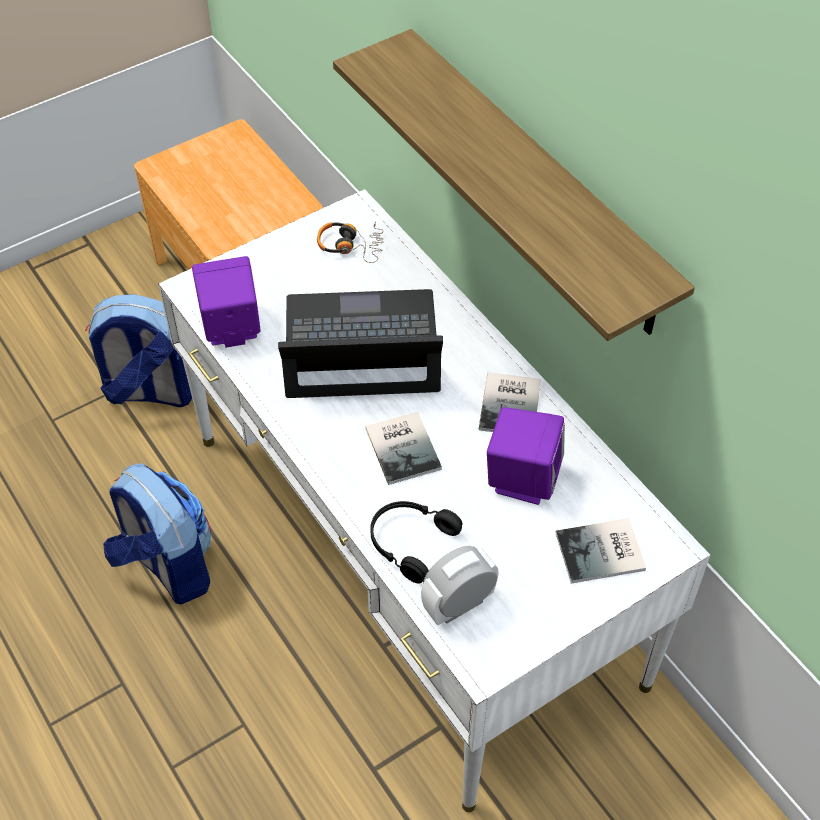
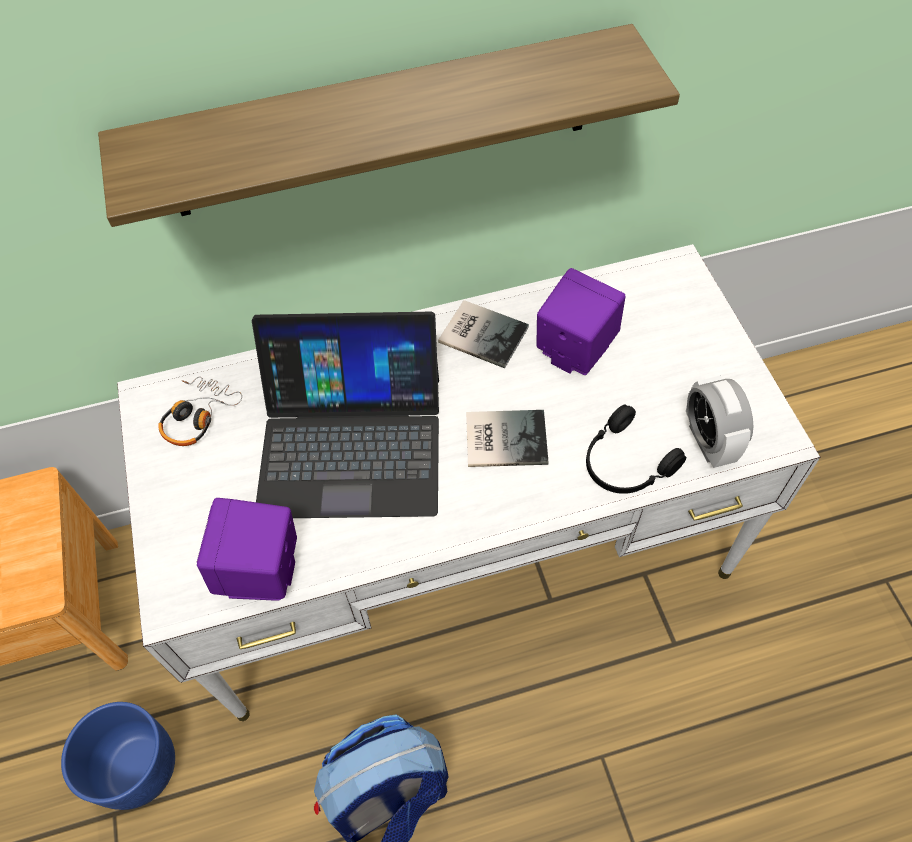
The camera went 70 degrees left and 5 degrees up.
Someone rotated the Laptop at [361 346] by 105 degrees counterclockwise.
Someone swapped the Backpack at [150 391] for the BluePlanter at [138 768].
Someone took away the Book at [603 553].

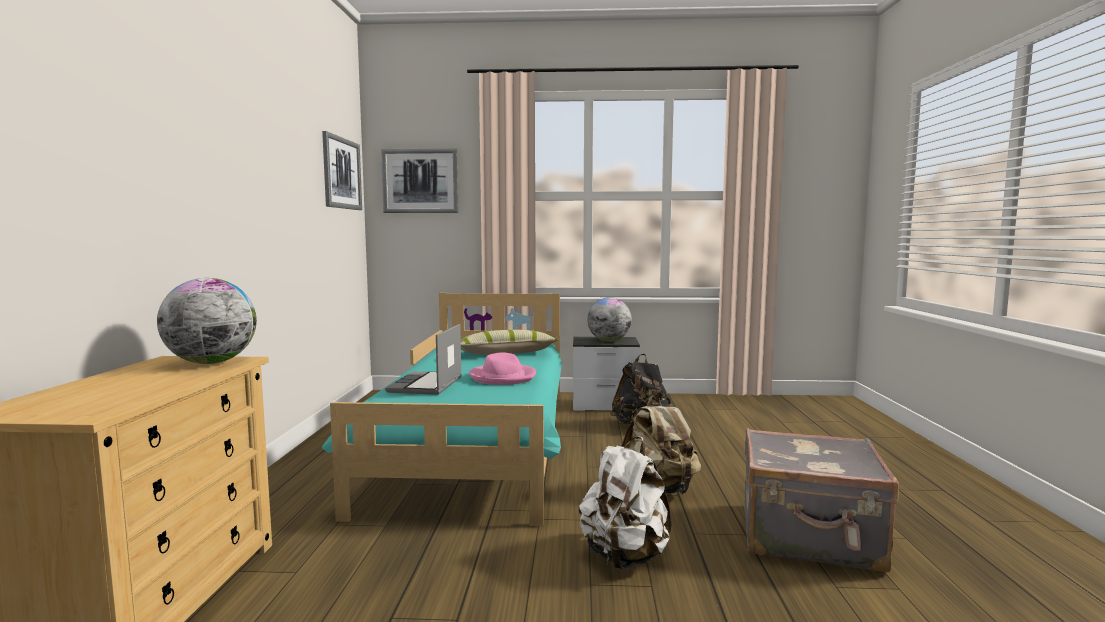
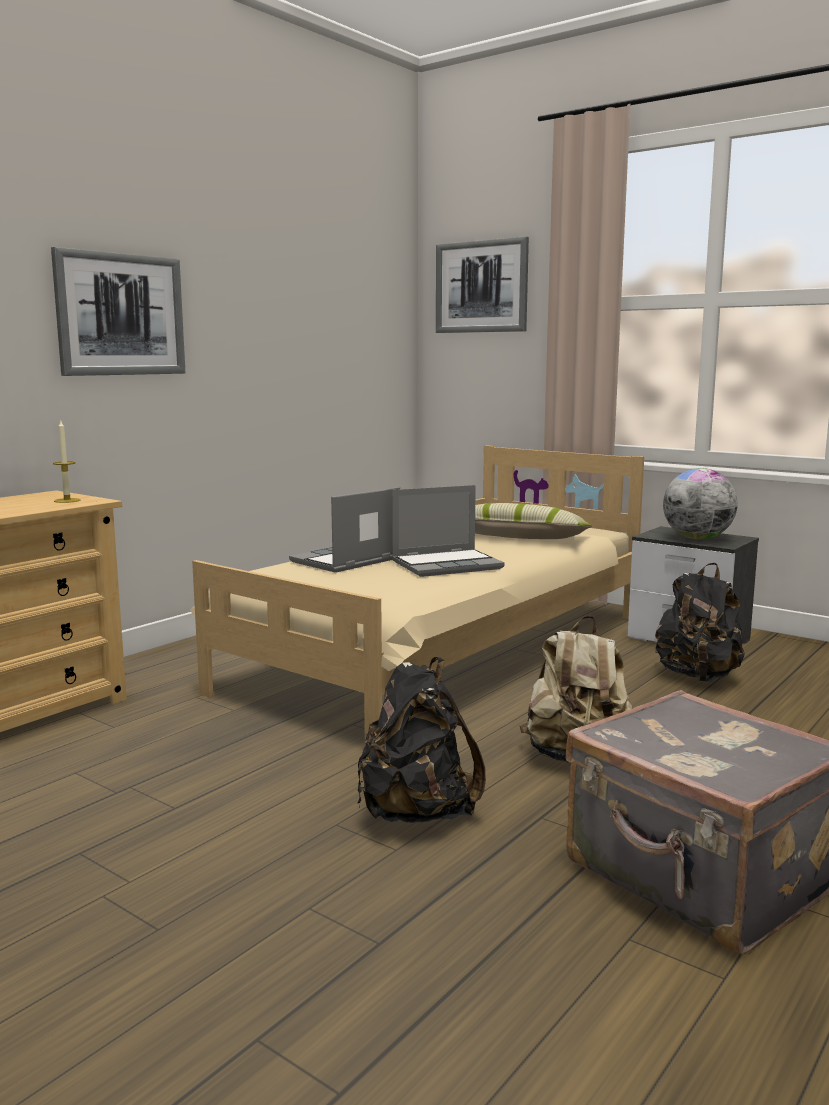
The camera went 35 degrees right and 5 degrees up.
Someone carried the Picture from [341 173] to [121 315].
Someone swapped the Globe at [211 362] for the Candle at [67 500].
Someone repainted the TurquoiseBed at [479 444], which became the BeigeBed at [445 653].
Someone swapped the PinkHat at [503 377] for the Laptop at [447 565].
Someone repainted the WhiteBackpack at [625 556], which became the BlackBackpack at [416 812].

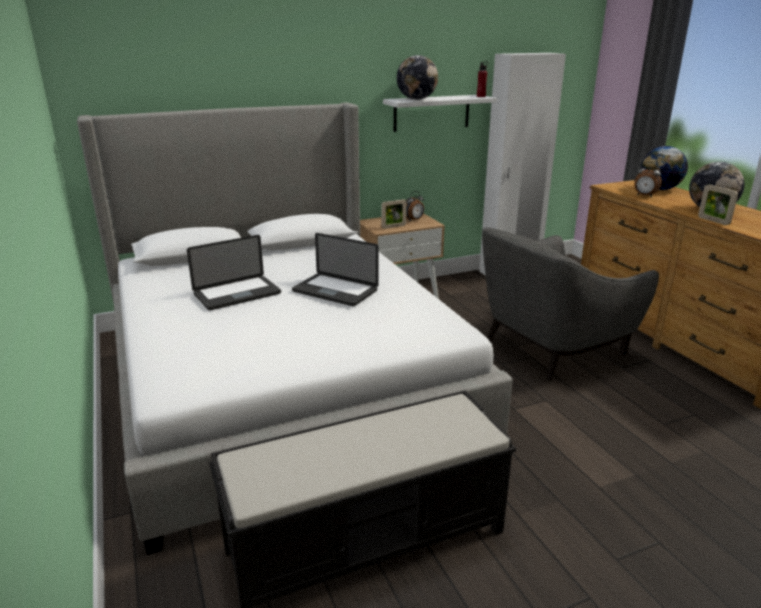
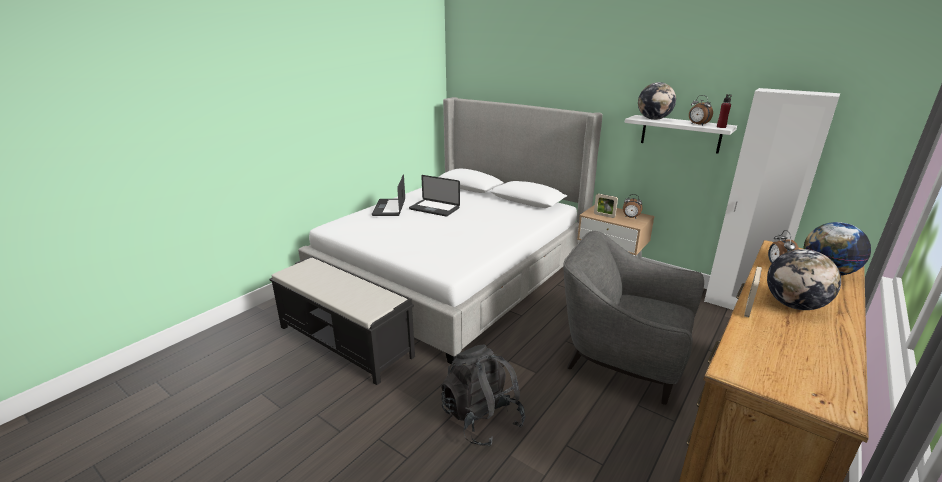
The camera went 60 degrees right and 0 degrees up.
Someone carried the Laptop from [335 291] to [389 208].
Someone put down the AlarmClock at [697 124].
Someone put down the BlackBackpack at [481 418].

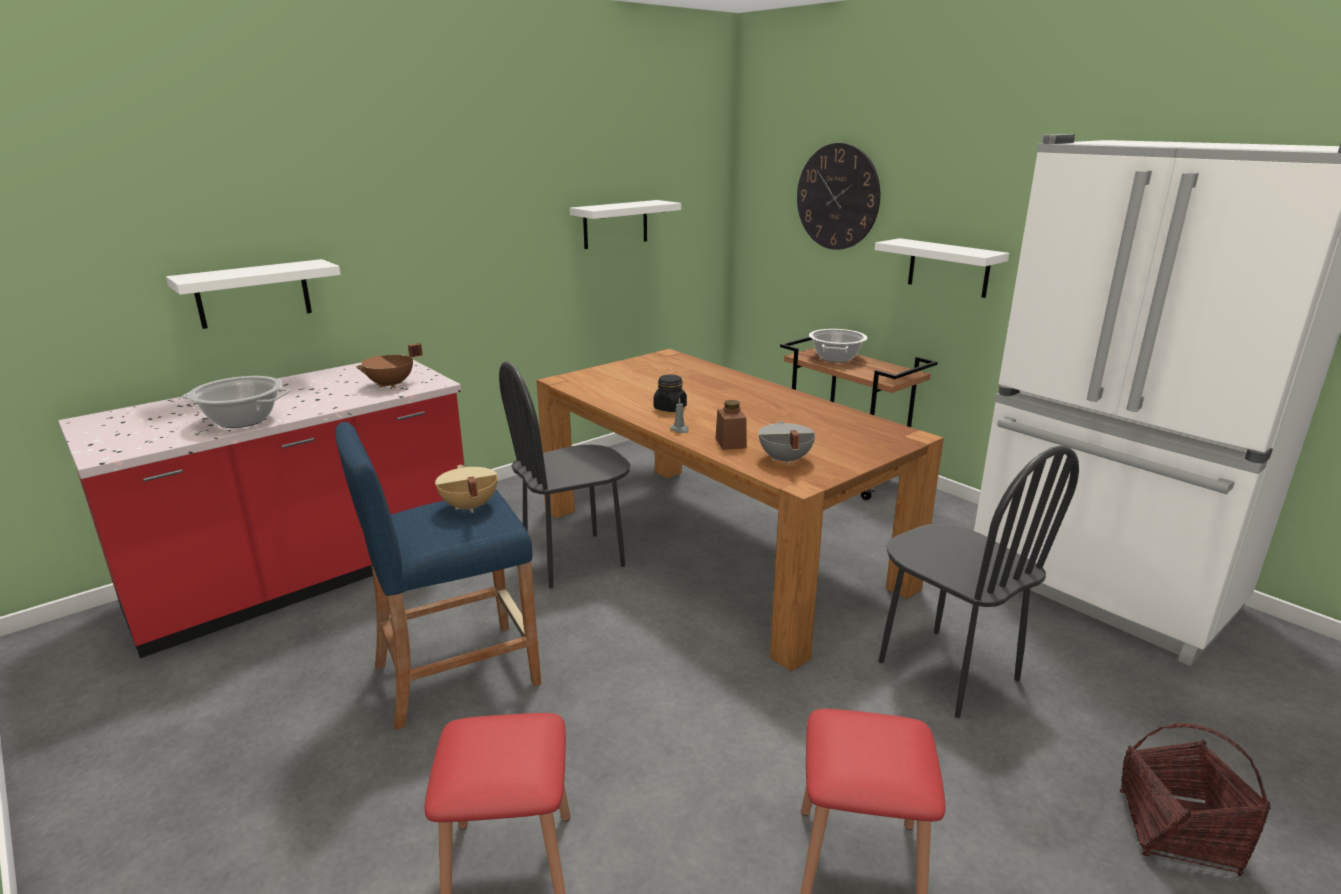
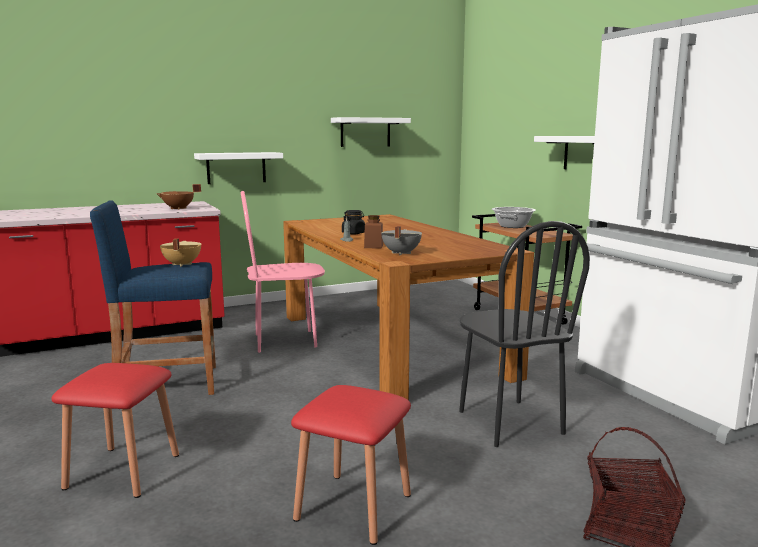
The camera went 15 degrees right and 10 degrees down.
Someone took away the WallClock at [837 197].
Someone carried the WhiteShelf from [253 294] to [236 168].
Someone repainted the BlackChair at [573 559], which became the PinkChair at [285 341].
Someone took away the CookingPot at [242 420].

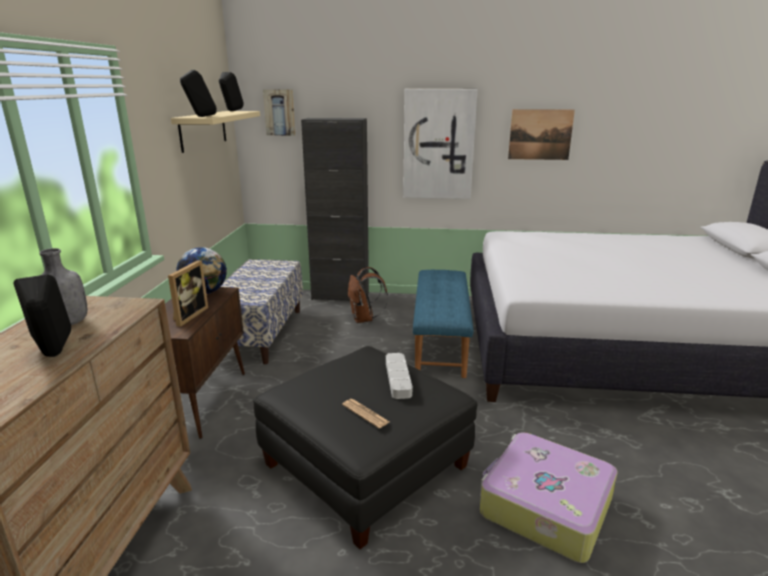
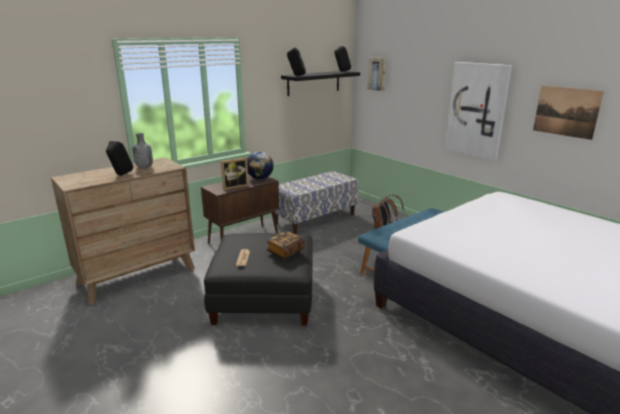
The camera went 45 degrees right and 0 degrees up.
Someone repainted the BeigeShelf at [203 130], which became the BlackShelf at [313 83].
Someone took away the BlackCabinet at [340 296].
Someone swapped the GreyTray at [398 378] for the Book at [285 252].
Someone took away the Suitcase at [544 506].

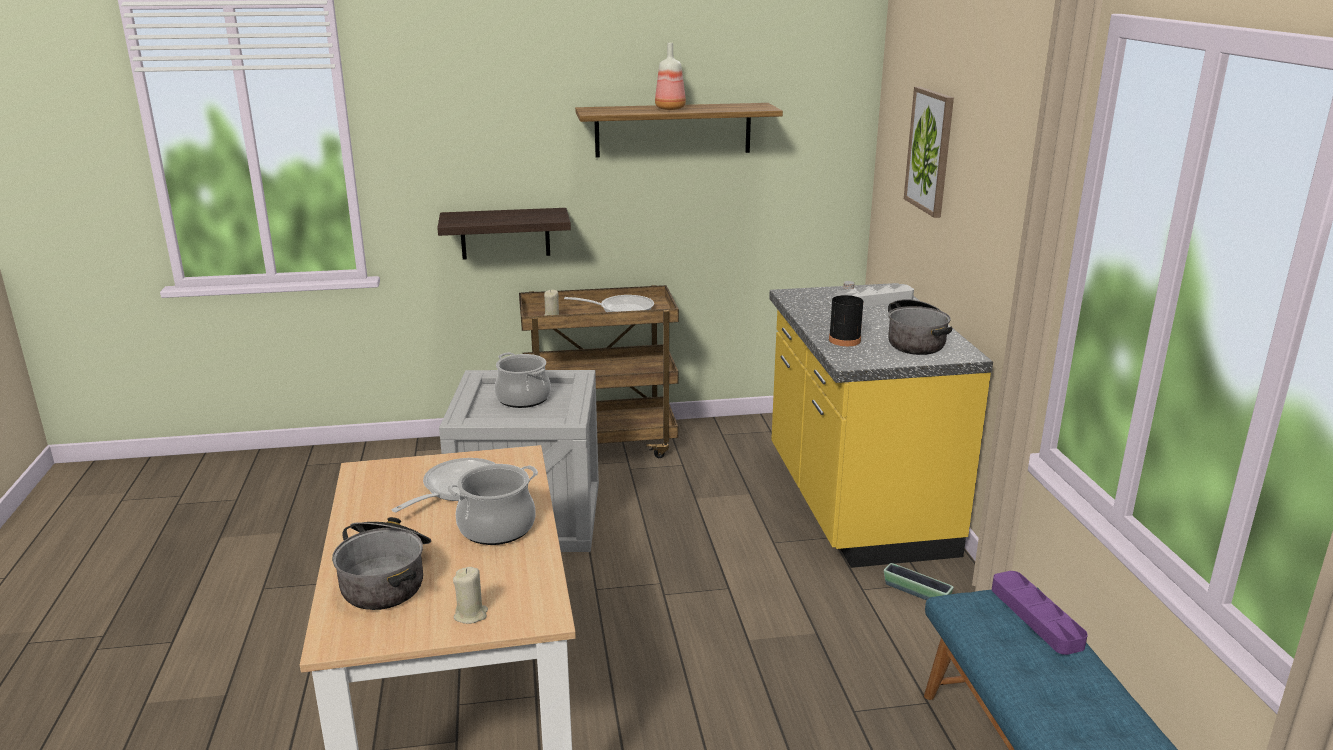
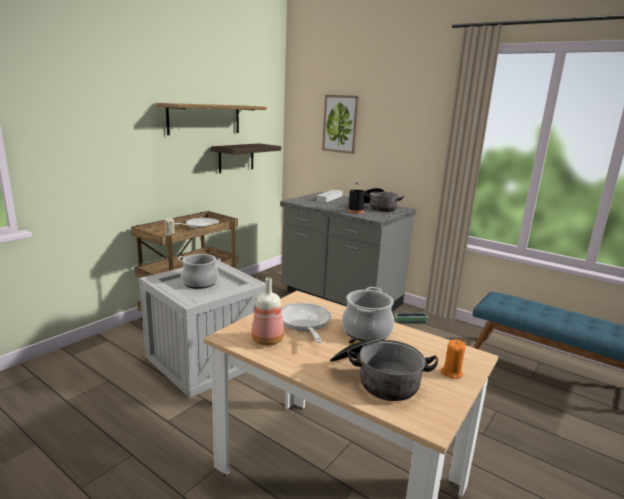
The camera went 45 degrees left and 5 degrees down.
Someone carried the Bottle from [670 108] to [266 339].
Someone carried the Shelf from [505 233] to [236 158].
Someone repainted the YellowCounter at [855 504], which became the GreyCounter at [340 299].
Someone repainted the BeigeCandle at [471 615], which became the OrangeCandle at [451 373].
Someone took away the PurpleTray at [1036 617].

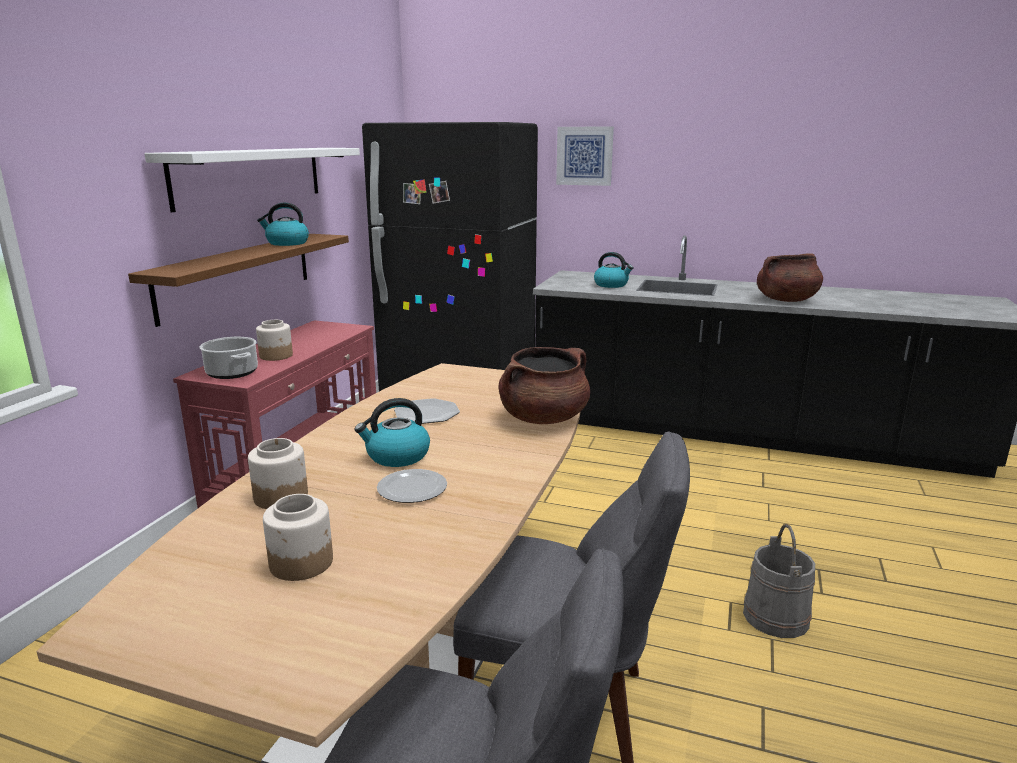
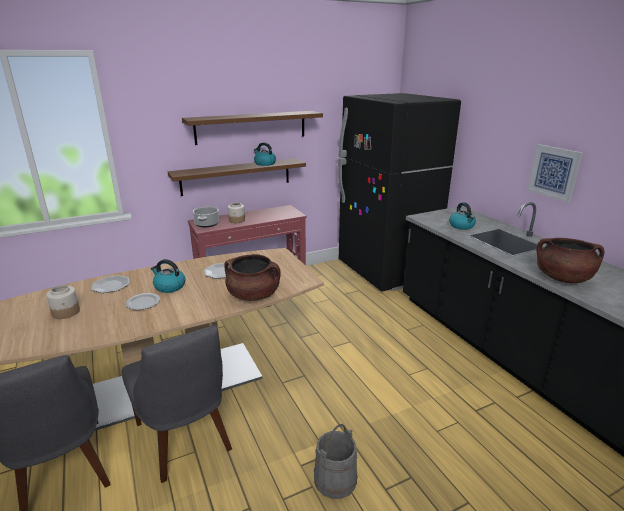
The camera went 45 degrees right and 5 degrees up.
Someone carried the Picture from [584 156] to [554 172].
Someone repainted the WhiteShelf at [251 175], which became the BrownShelf at [251 127].
Someone swapped the Jar at [281 496] for the Plate at [111 285].

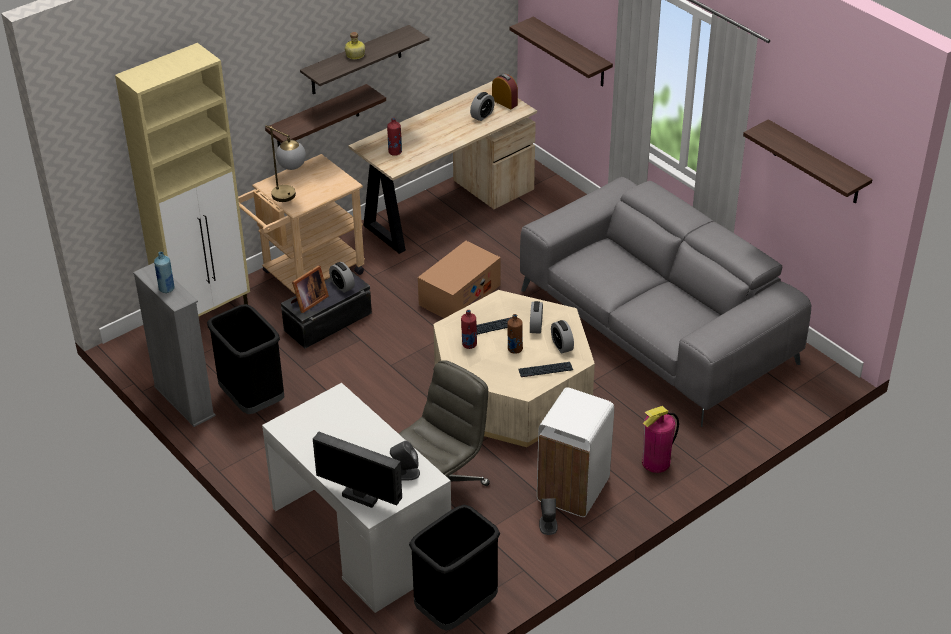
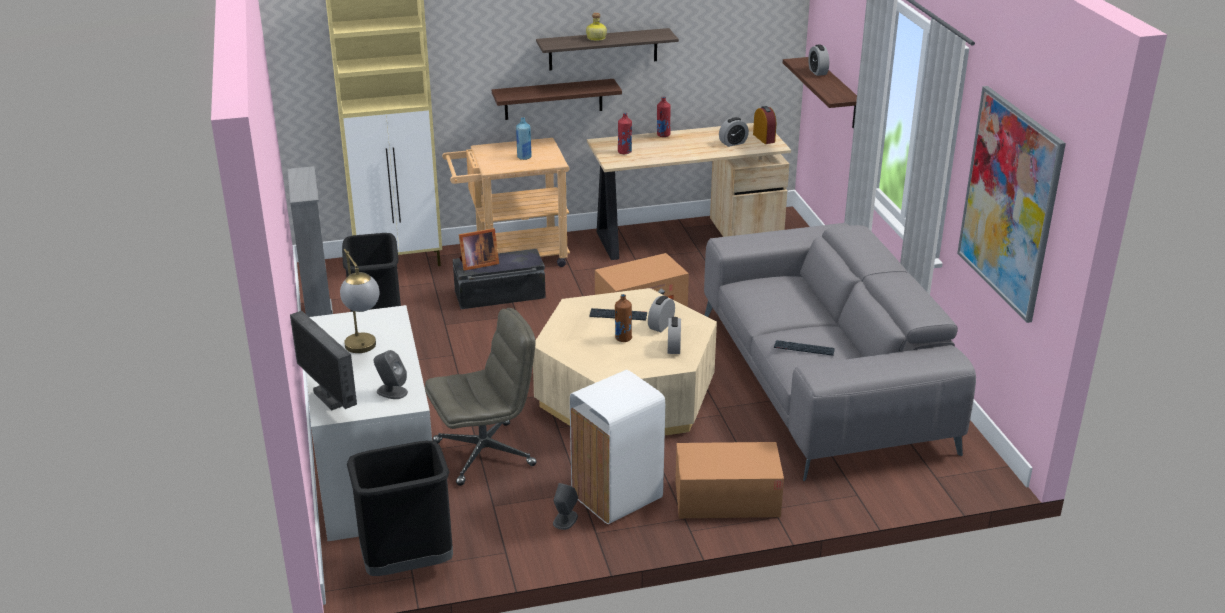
The camera went 25 degrees right and 10 degrees down.
Someone swapped the Shelf at [816 163] for the Picture at [1009 202].
Someone carried the TableLamp from [290 198] to [364 350].
Someone carried the BlueBottle from [166 289] to [524 157].
Someone carried the AlarmClock from [342 286] to [817 72].
Someone carried the RedBottle from [469 344] to [663 135].
Someone carried the Keyboard from [545 370] to [804 349].
Someone swapped the FireExtinguisher at [656 462] for the CardboardBox at [727 498].

